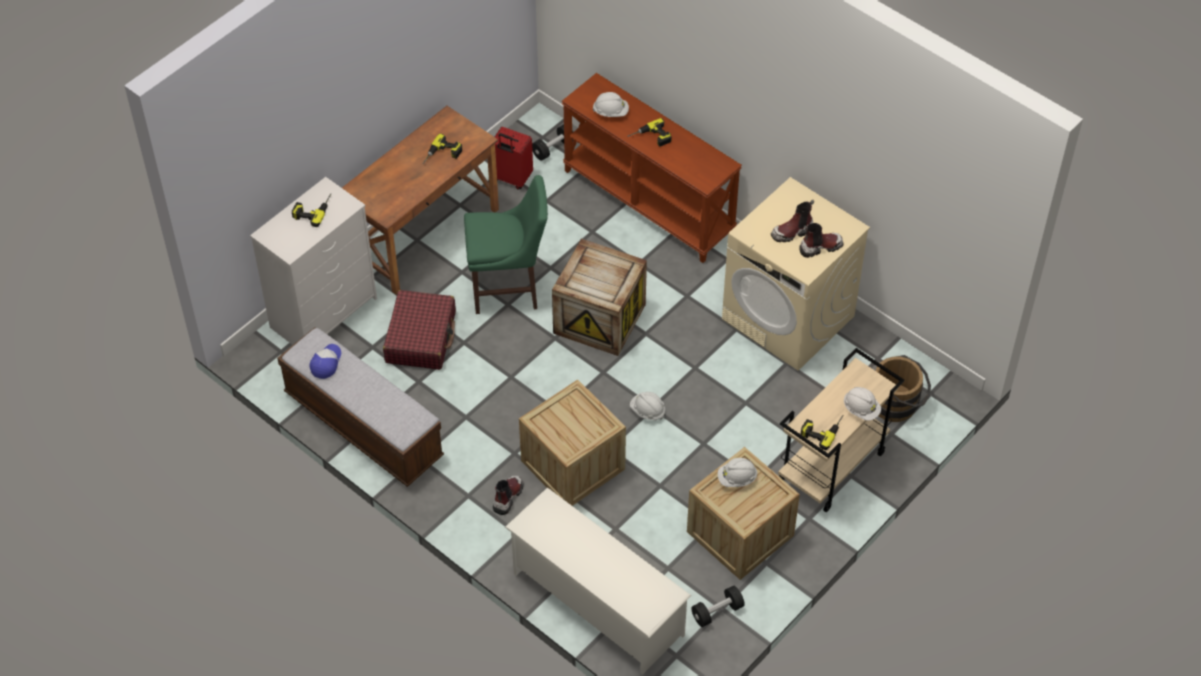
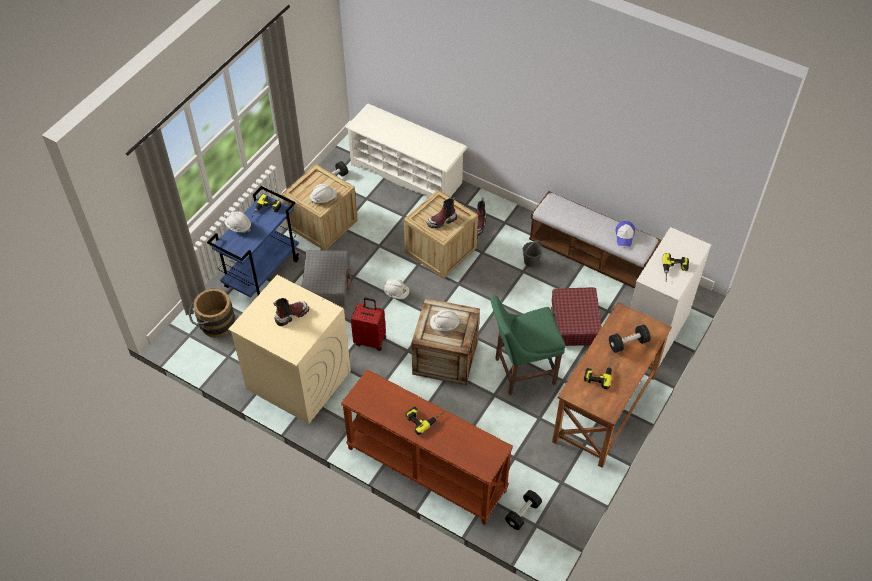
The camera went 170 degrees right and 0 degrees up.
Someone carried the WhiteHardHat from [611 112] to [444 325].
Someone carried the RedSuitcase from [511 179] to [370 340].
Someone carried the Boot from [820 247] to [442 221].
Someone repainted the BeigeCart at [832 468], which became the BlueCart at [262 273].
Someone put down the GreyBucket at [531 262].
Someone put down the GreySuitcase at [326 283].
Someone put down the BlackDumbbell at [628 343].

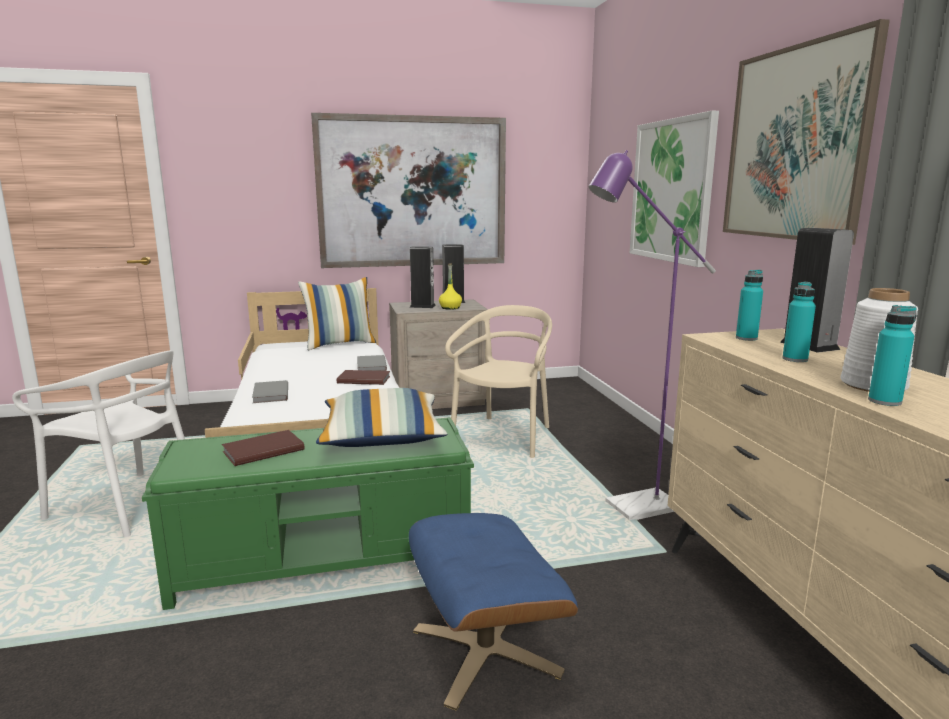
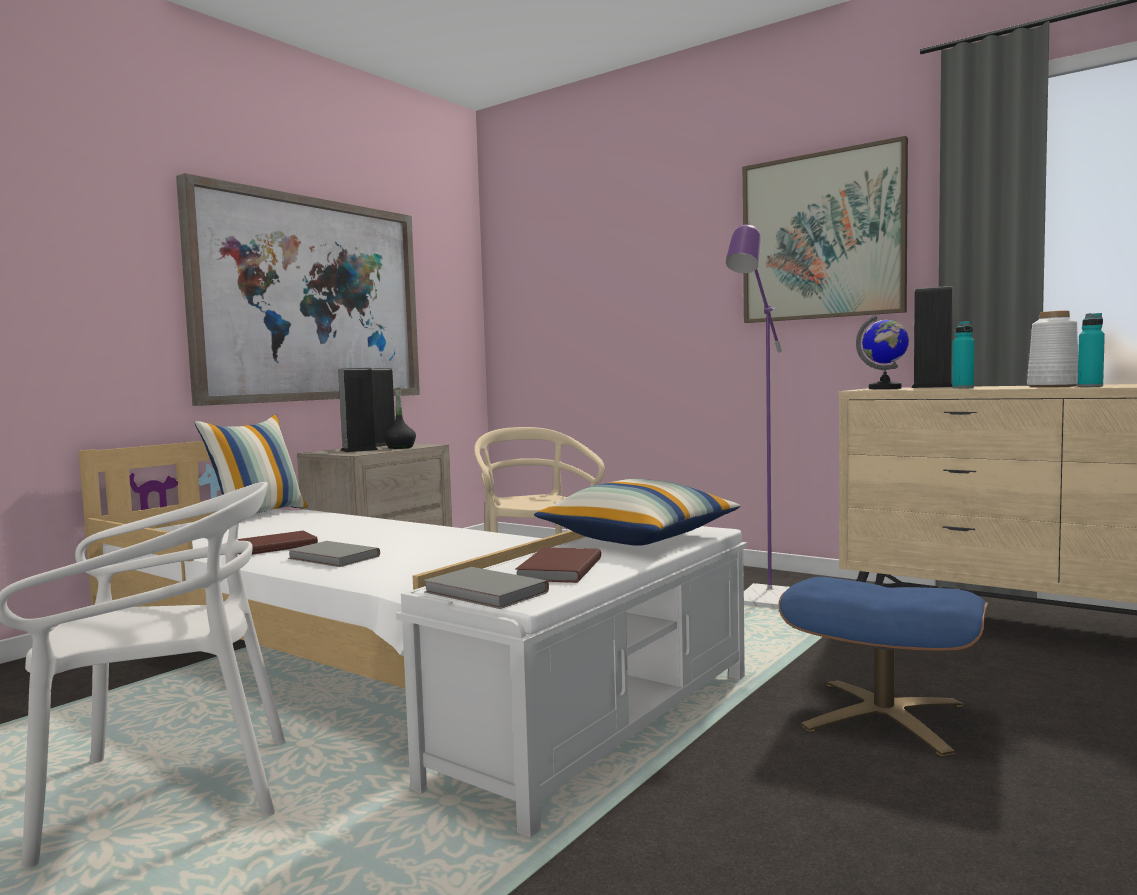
The camera went 40 degrees left and 10 degrees down.
Someone took away the Picture at [671 191].
Someone repainted the YellowBottle at [450 308], which became the BlackBottle at [400 447].
Someone swapped the TurquoiseBottle at [746 338] for the Globe at [885 388].
Someone carried the GreyBook from [370 366] to [485 593].
Someone carried the BrownBook from [363 379] to [272 546].
Someone repainted the GreenBench at [326 560], which became the WhiteBench at [603 725].

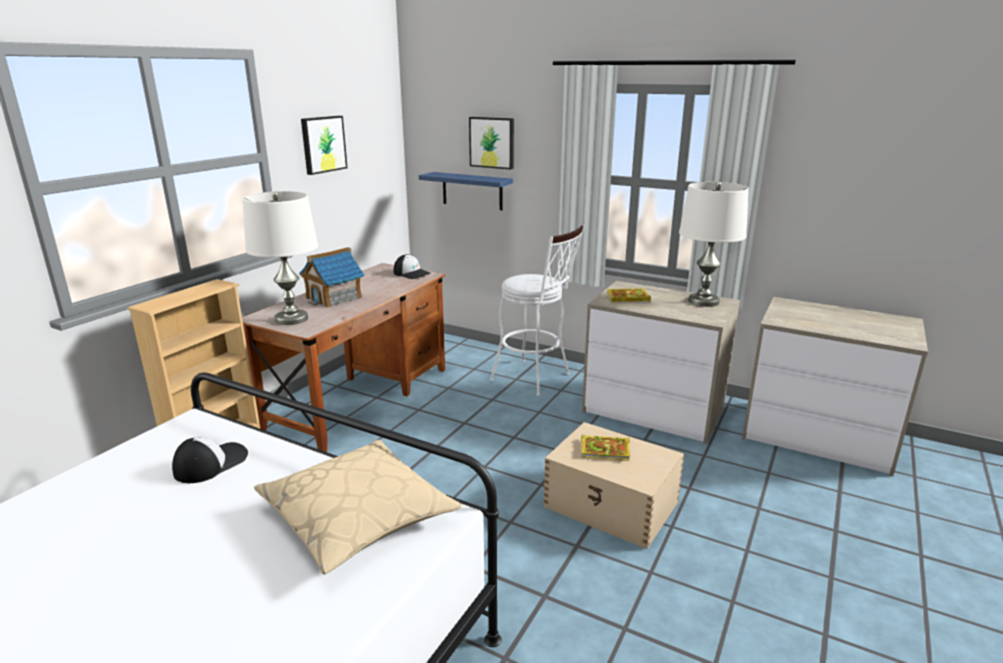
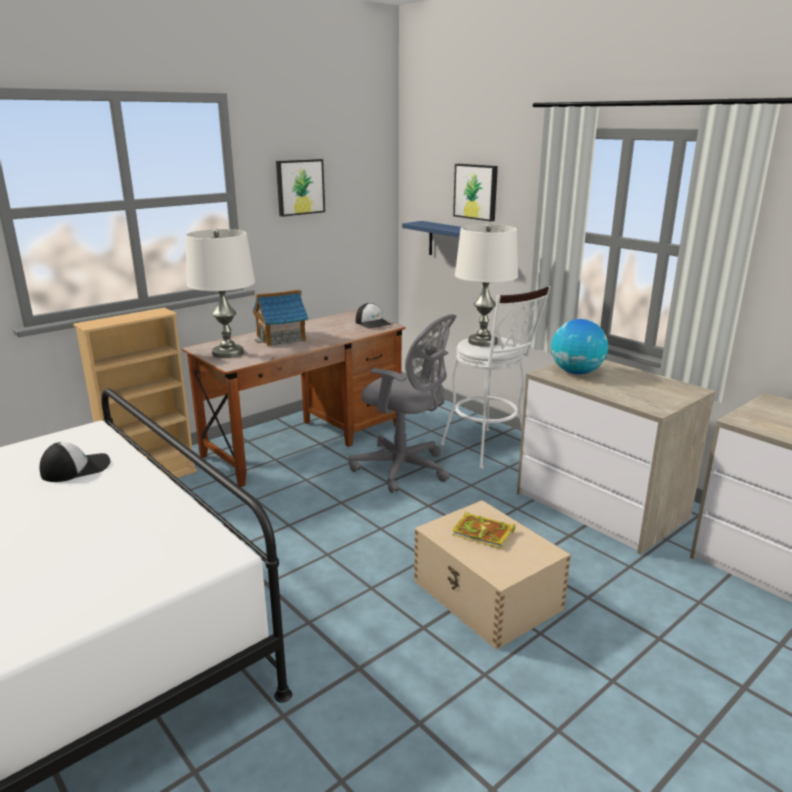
The camera went 20 degrees right and 0 degrees up.
Someone carried the WhiteTableLamp from [703 301] to [482 342].
Someone swapped the Book at [626 298] for the Globe at [576 372].
Someone took away the BeigePillow at [358 516].
Someone put down the GreyOfficeChair at [404 469].

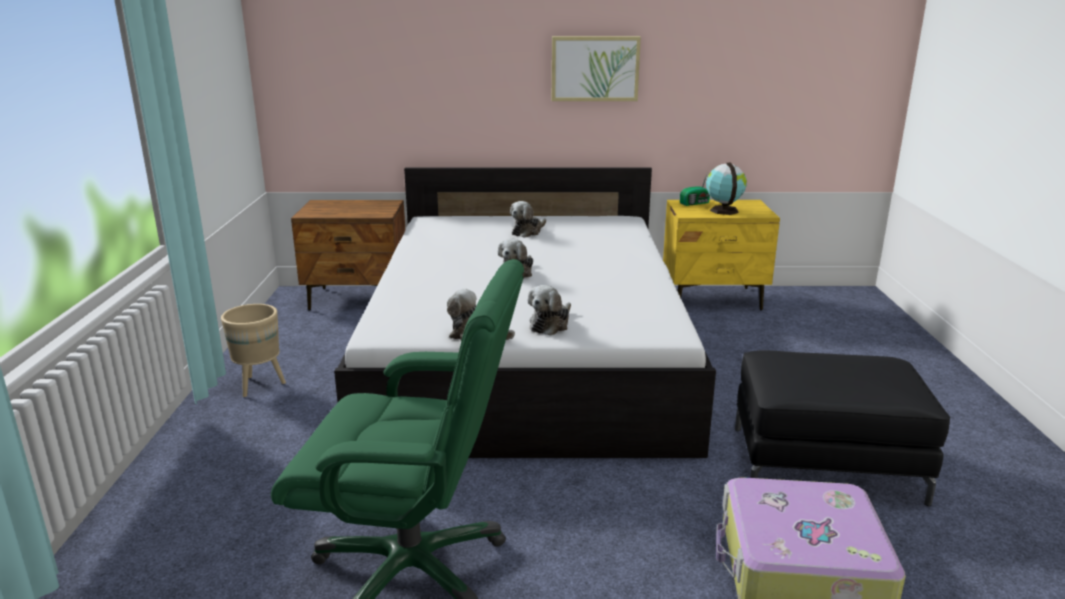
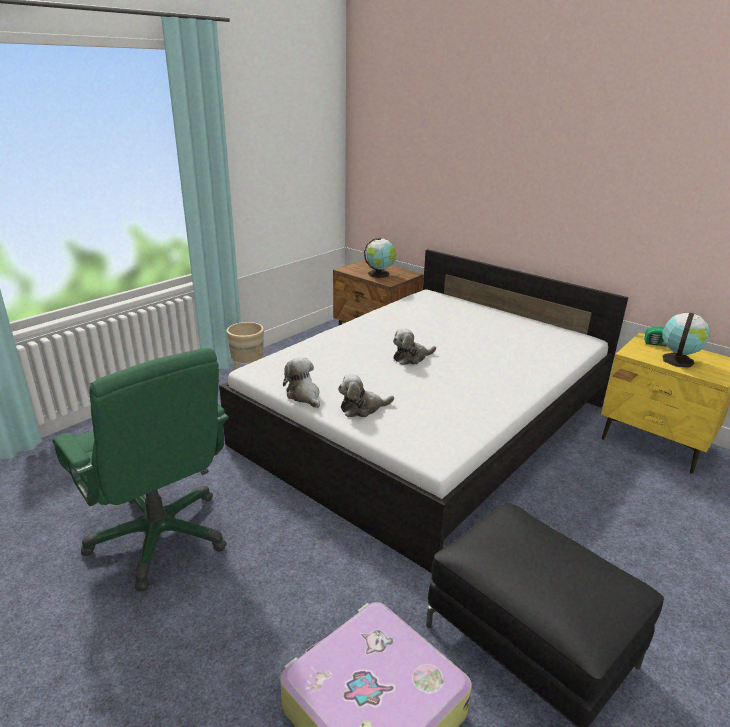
The camera went 40 degrees right and 5 degrees up.
Someone took away the Picture at [595 68].
Someone took away the PlushToy at [527 232].
Someone put down the Globe at [380 274].

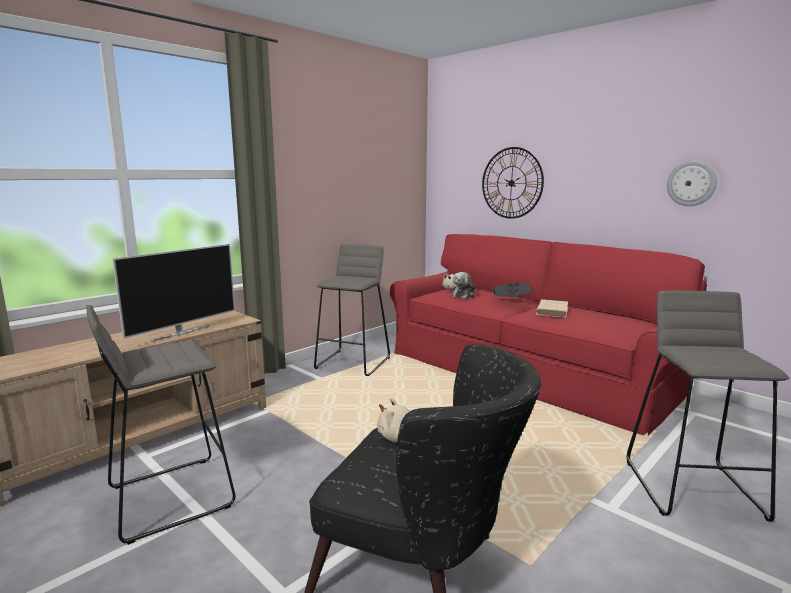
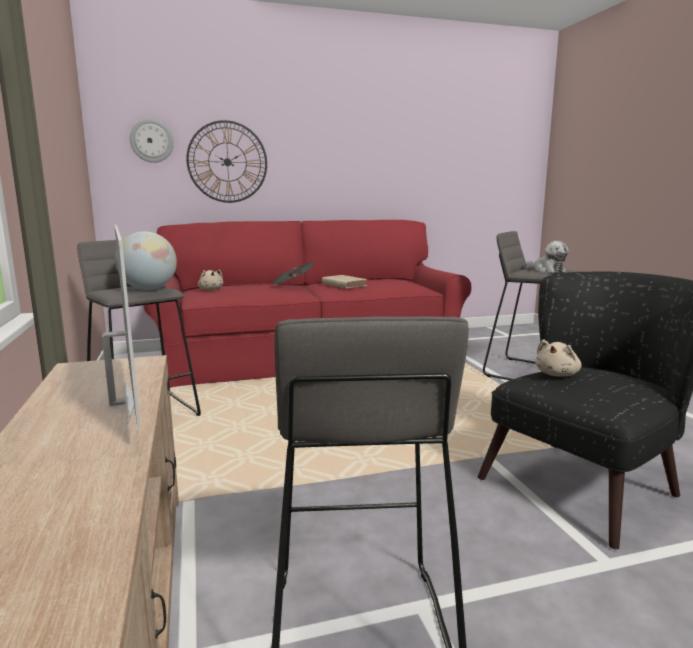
The camera went 60 degrees left and 0 degrees up.
Someone carried the WallClock from [691 183] to [152 141].
Someone carried the PlushToy from [464 295] to [547 270].
Someone put down the Globe at [149 289].

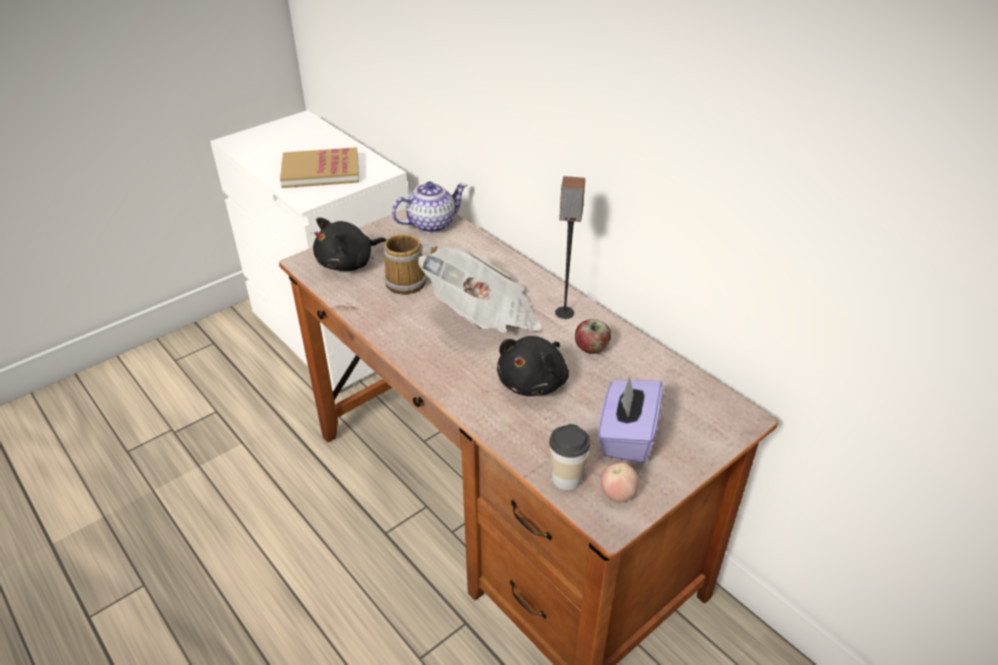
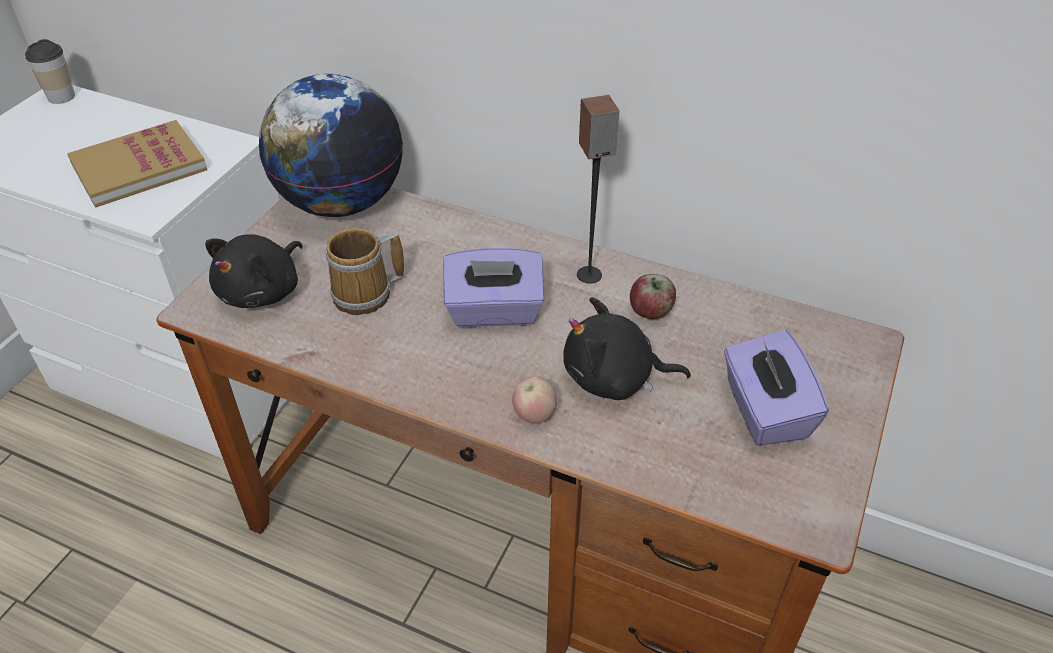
The camera went 25 degrees left and 5 degrees up.
Someone swapped the Teapot at [431 224] for the Globe at [341 202].
Someone swapped the Newspaper at [483 317] for the PurpleTissueBox at [494 311].
Someone rotated the BlackPlushToy at [534 382] by 90 degrees clockwise.
Someone carried the Cup from [566 479] to [61 97].
Someone carried the Apple from [617 495] to [534 415].

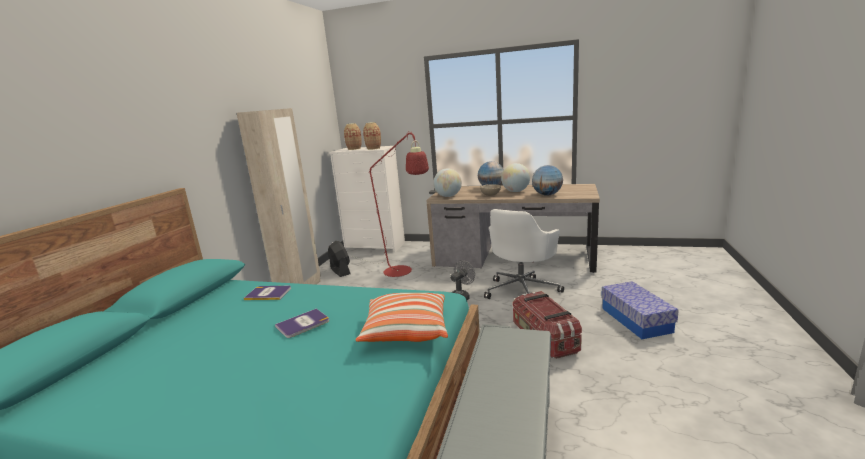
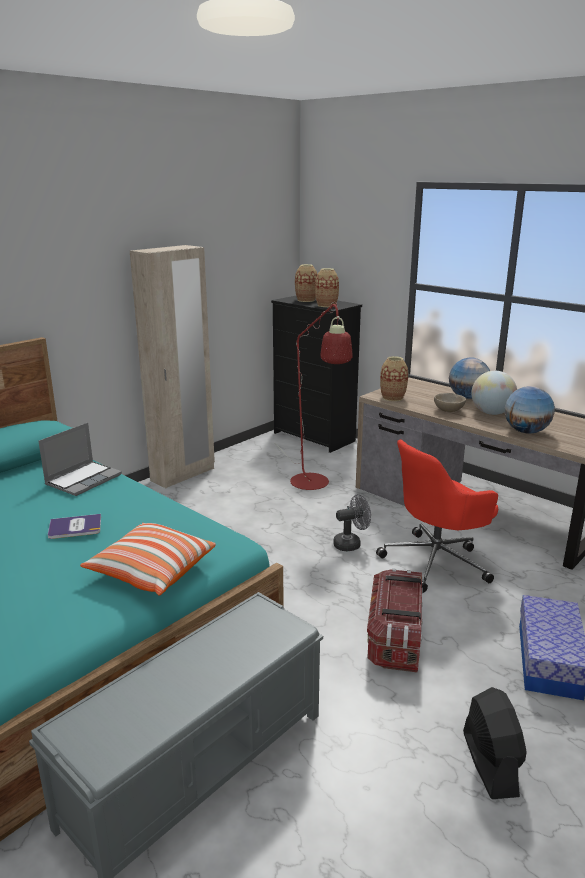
The camera went 25 degrees right and 5 degrees up.
Someone repainted the WhiteDresser at [375 246], which became the BlackDresser at [314 437].
Someone swapped the Globe at [448 196] for the Vase at [392 398].
Someone repainted the WhiteOfficeChair at [522 291], which became the RedOfficeChair at [436 561].
Someone carried the BlackFan from [340 271] to [489 763].
Someone swapped the Book at [268 293] for the Laptop at [84 479].

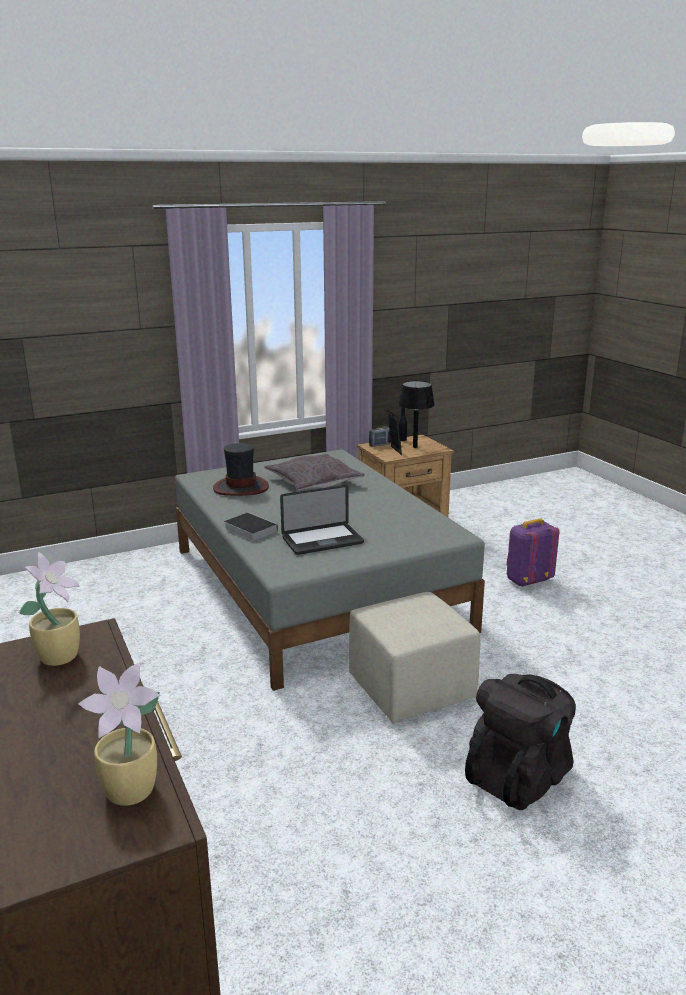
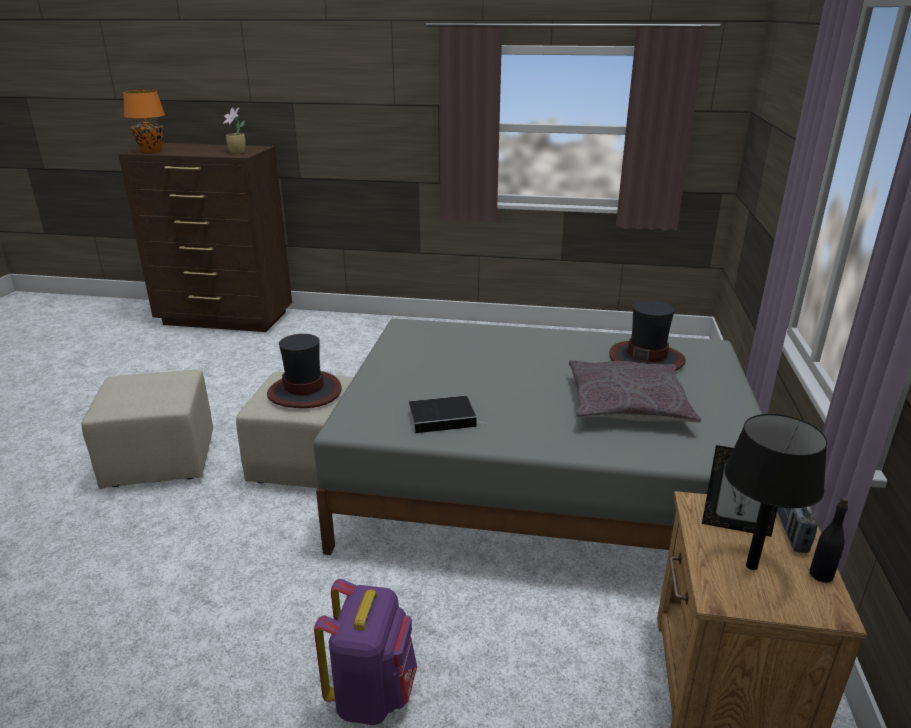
The camera went 125 degrees right and 5 degrees up.
Someone took away the Laptop at [322 541].
Someone carried the Book from [249 530] to [444 418].
Someone swapped the PottedPlant at [133 791] for the OrangeTableLamp at [151 151].
Someone swapped the BlackBackpack at [519 776] for the BeigeOttoman at [162 461].
Someone put down the Hat at [305 392].

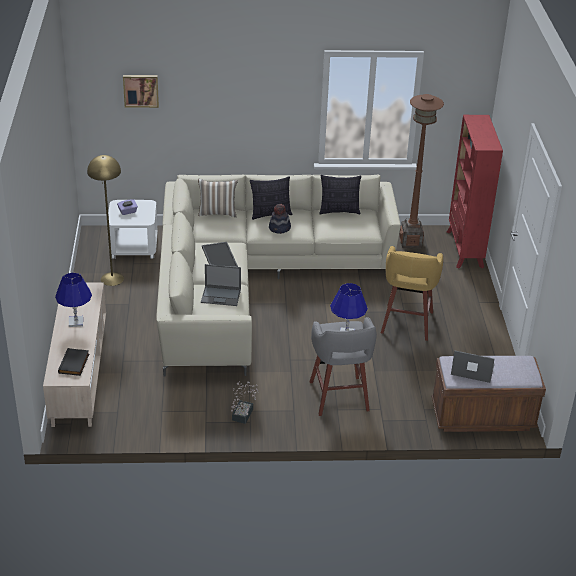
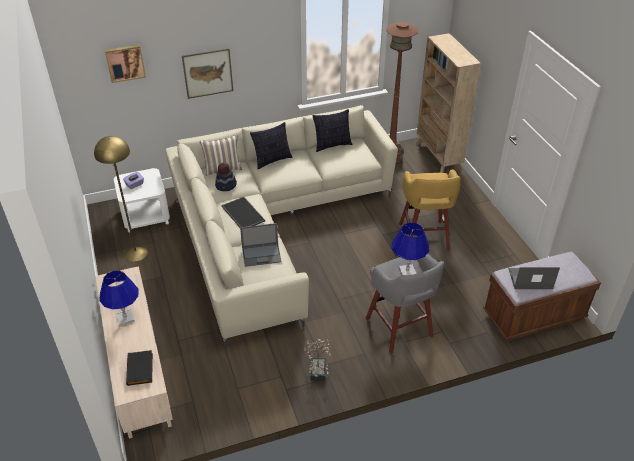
The camera went 15 degrees left and 5 degrees up.
Someone repainted the RedBookcase at [464 249], which became the BeigeBookcase at [438 157].
Someone carried the Hat from [279 228] to [226 185].
Someone put up the Picture at [208 73].

